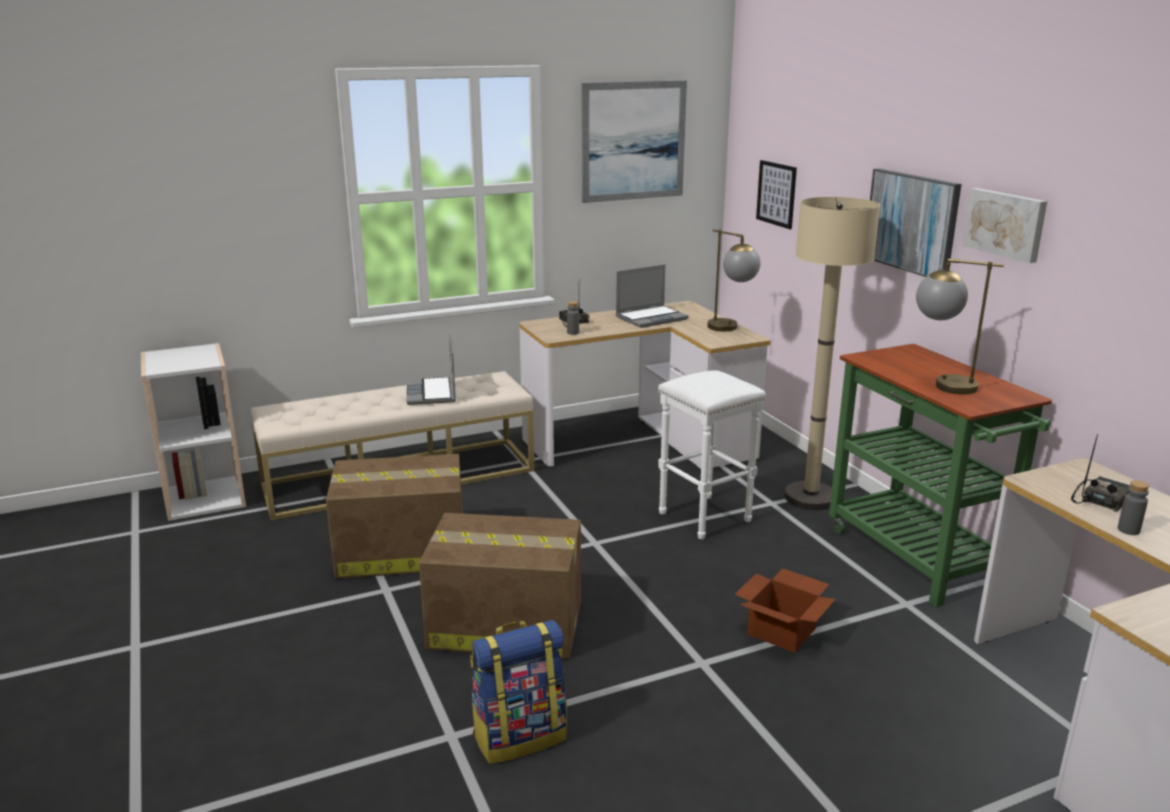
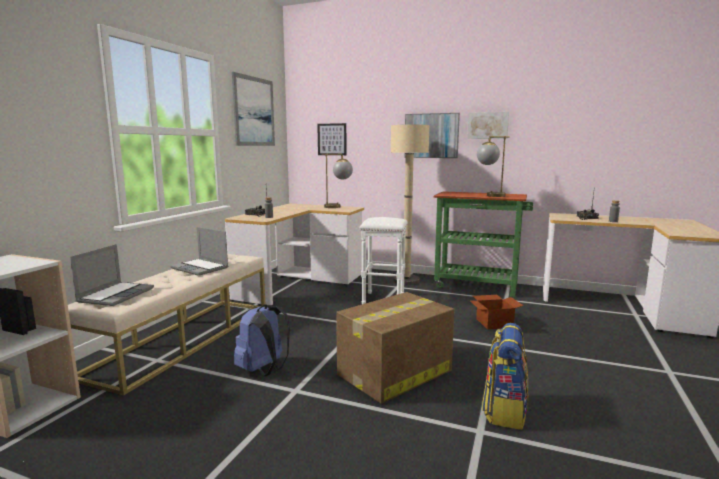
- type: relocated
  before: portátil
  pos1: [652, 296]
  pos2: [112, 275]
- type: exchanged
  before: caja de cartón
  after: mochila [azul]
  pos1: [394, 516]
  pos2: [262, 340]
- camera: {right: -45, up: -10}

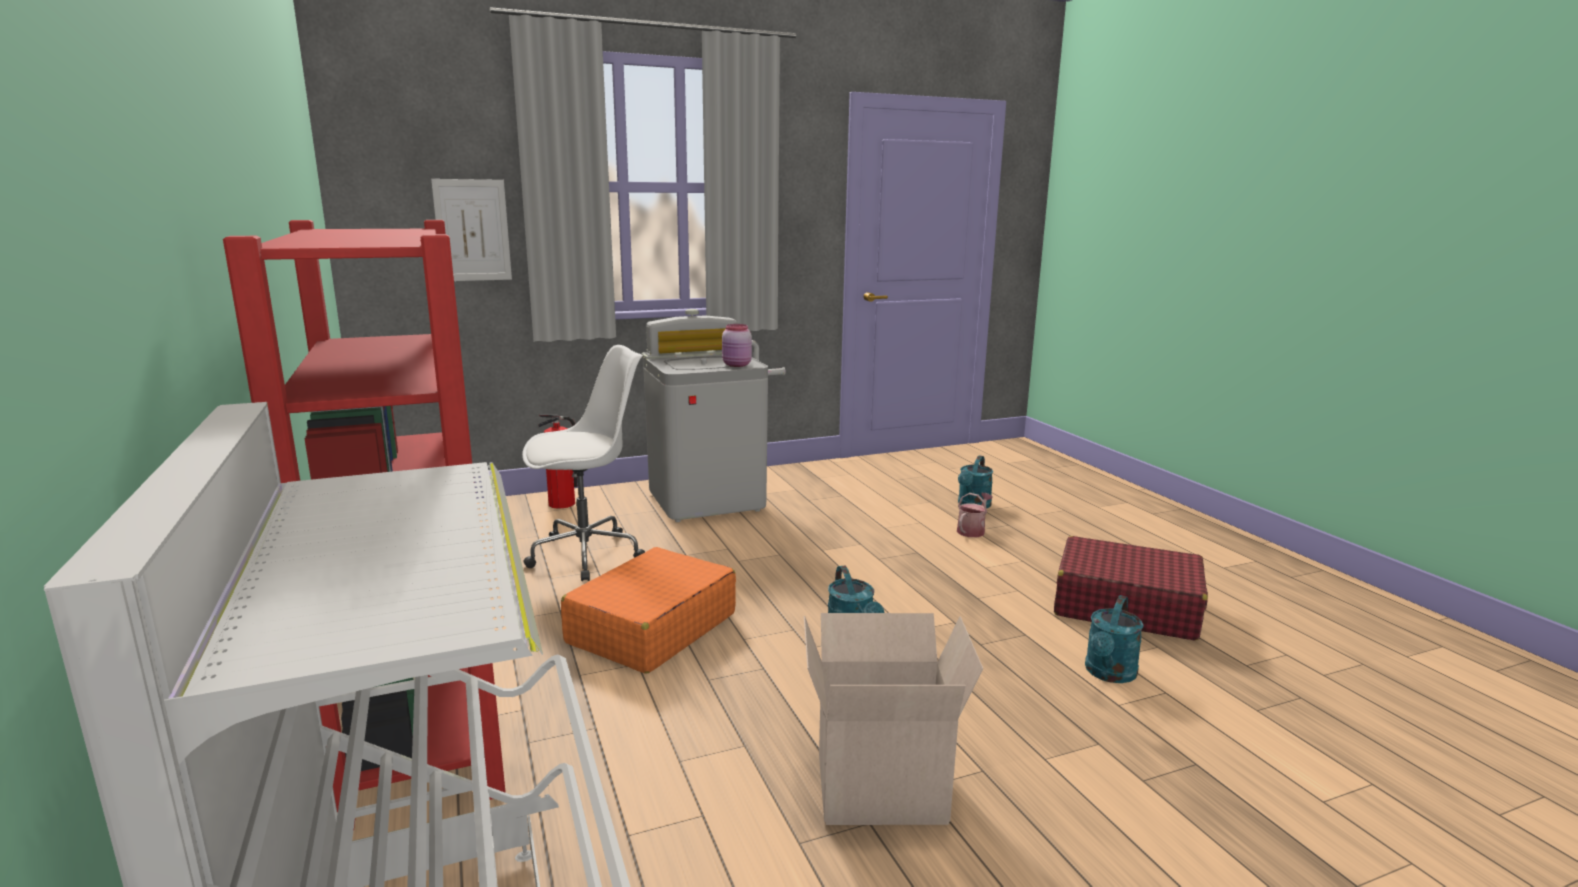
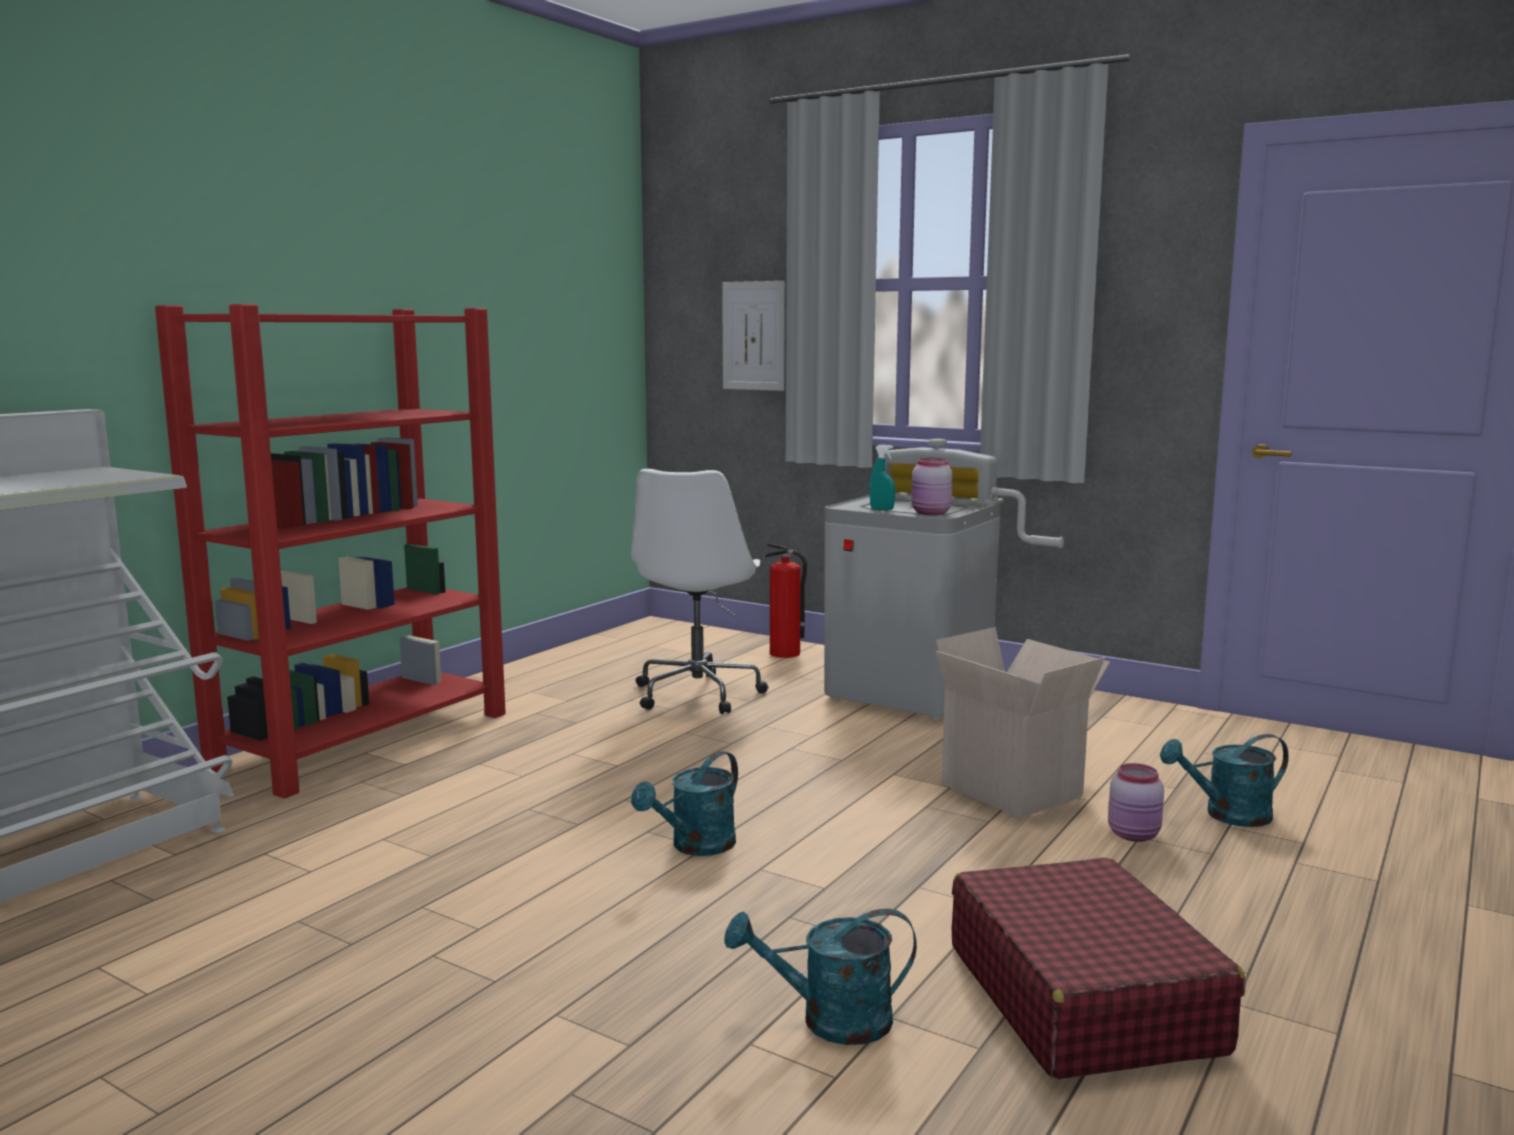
- type: missing
  before: maleta [naranja]
  pos1: [648, 610]
- type: appeared
  after: pulverizador [turquesa]
  pos2: [882, 478]
- type: relocated
  before: caja de cartón
  pos1: [893, 719]
  pos2: [1023, 722]
- type: exchanged
  before: regadera
  after: tarro [rosa]
  pos1: [975, 515]
  pos2: [1136, 802]
- type: spun
  before: silla de oficina [blanco]
  pos1: [583, 463]
  pos2: [699, 591]
  turn: 75
- camera: {right: 55, up: -5}

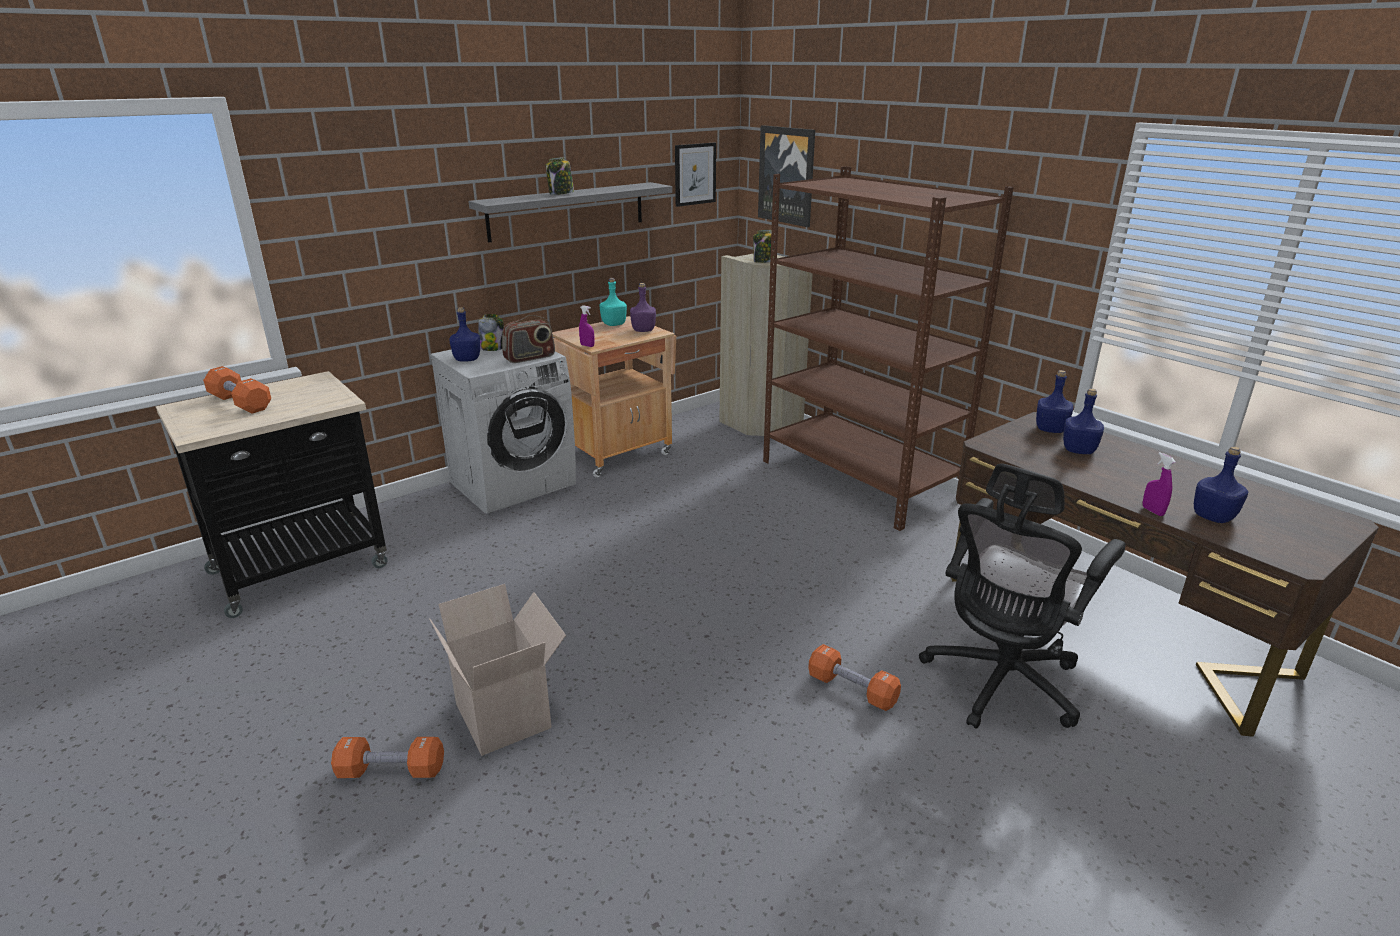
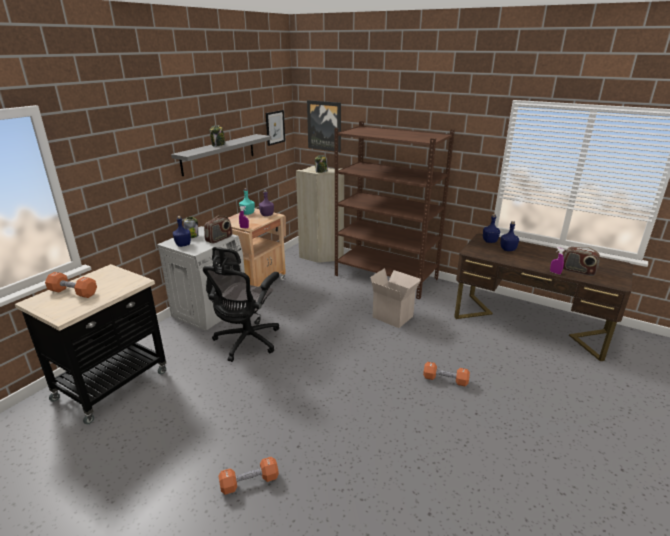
- type: relocated
  before: caja de cartón
  pos1: [498, 670]
  pos2: [395, 298]
- type: relocated
  before: silla de oficina
  pos1: [1022, 596]
  pos2: [241, 304]
- type: exchanged
  before: botella [azul]
  after: radio
  pos1: [1221, 485]
  pos2: [581, 261]
- camera: {right: -20, up: 0}

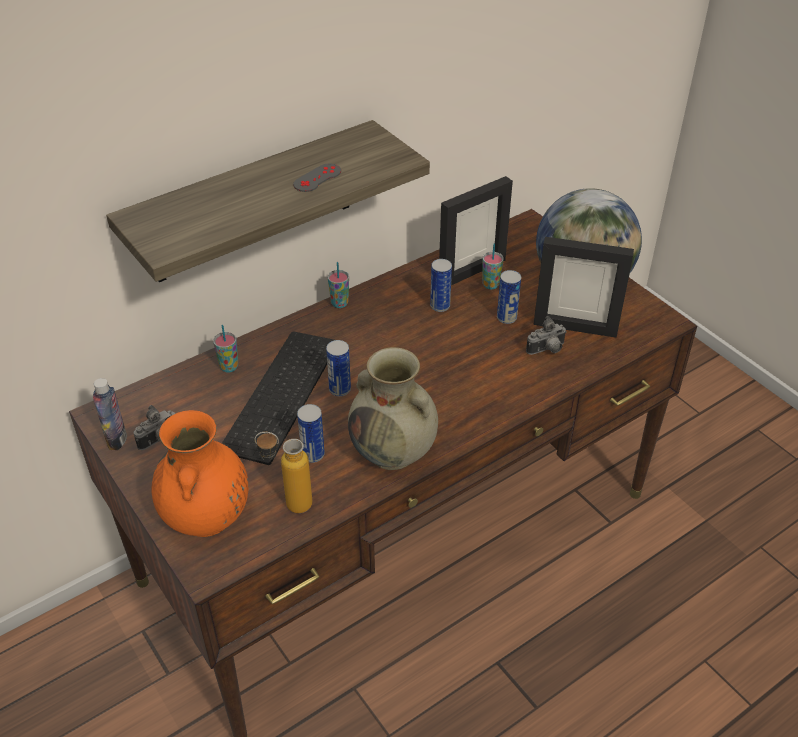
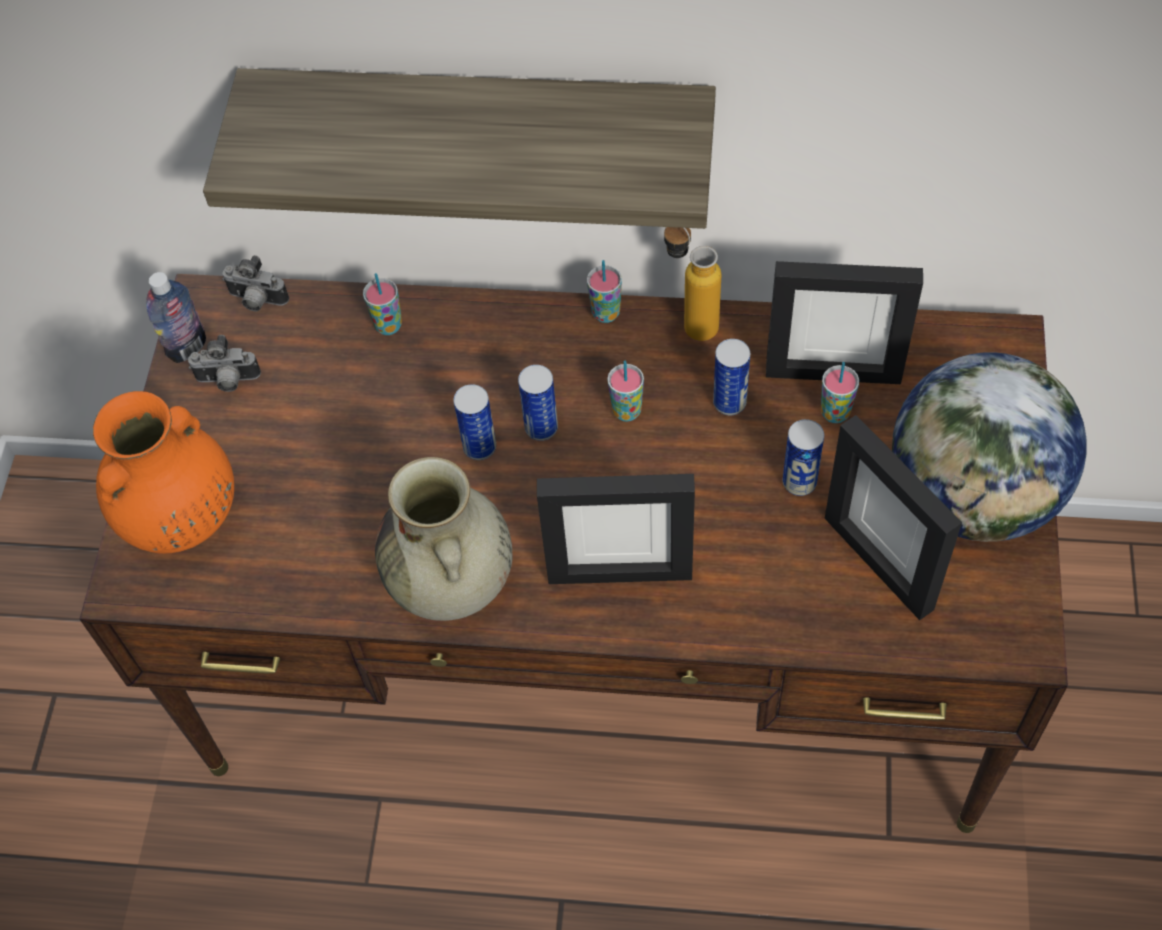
- type: missing
  before: teclado
  pos1: [278, 398]
- type: missing
  before: mando de consola [gris]
  pos1: [317, 177]
- type: appeared
  after: portarretratos
  pos2: [616, 529]
- type: appeared
  after: taza
  pos2: [625, 391]
- type: relocated
  before: botella
  pos1: [283, 472]
  pos2: [692, 284]
- type: relocated
  before: lata
  pos1: [311, 433]
  pos2: [538, 403]
- type: relocated
  before: cámara
  pos1: [546, 335]
  pos2: [255, 283]
- camera: {right: 45, up: 15}

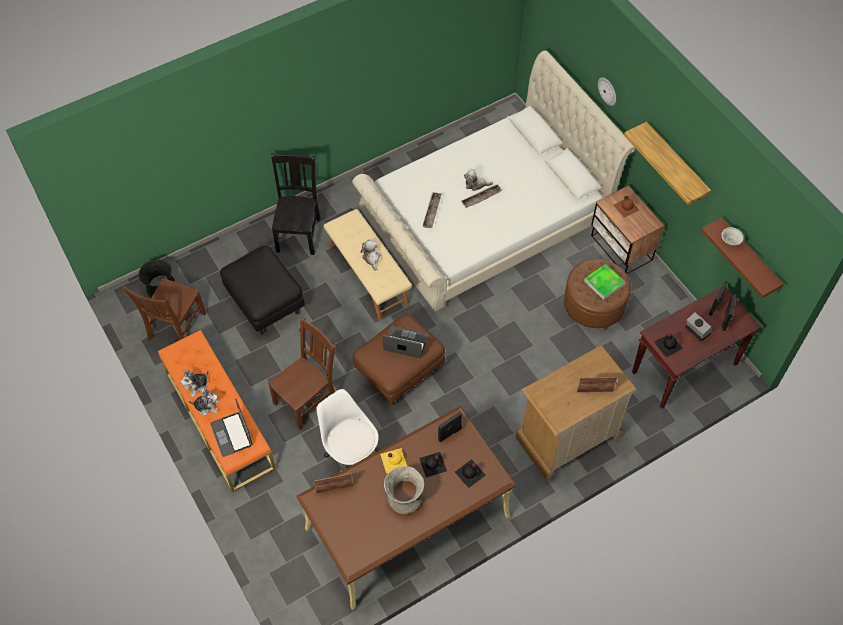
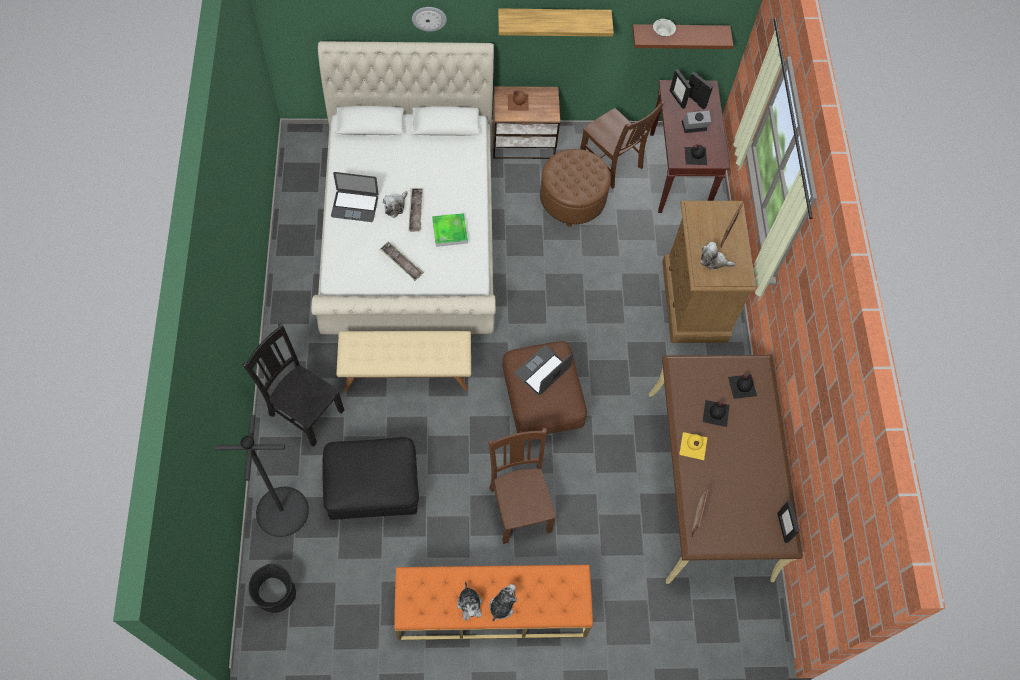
- type: missing
  before: silla de oficina [blanco]
  pos1: [348, 430]
- type: missing
  before: florero [gris]
  pos1: [404, 490]
- type: appeared
  after: perchero [negro]
  pos2: [262, 476]
- type: relocated
  before: silla [marrón]
  pos1: [164, 310]
  pos2: [622, 145]
- type: relocated
  before: portátil
  pos1: [231, 427]
  pos2: [355, 197]
- type: relocated
  before: peluche
  pos1: [370, 255]
  pos2: [718, 256]
- type: relocated
  before: portarretratos
  pos1: [450, 427]
  pos2: [788, 522]
- type: relocated
  before: bandeja
  pos1: [604, 282]
  pos2: [450, 230]
- camera: {right: -65, up: 5}

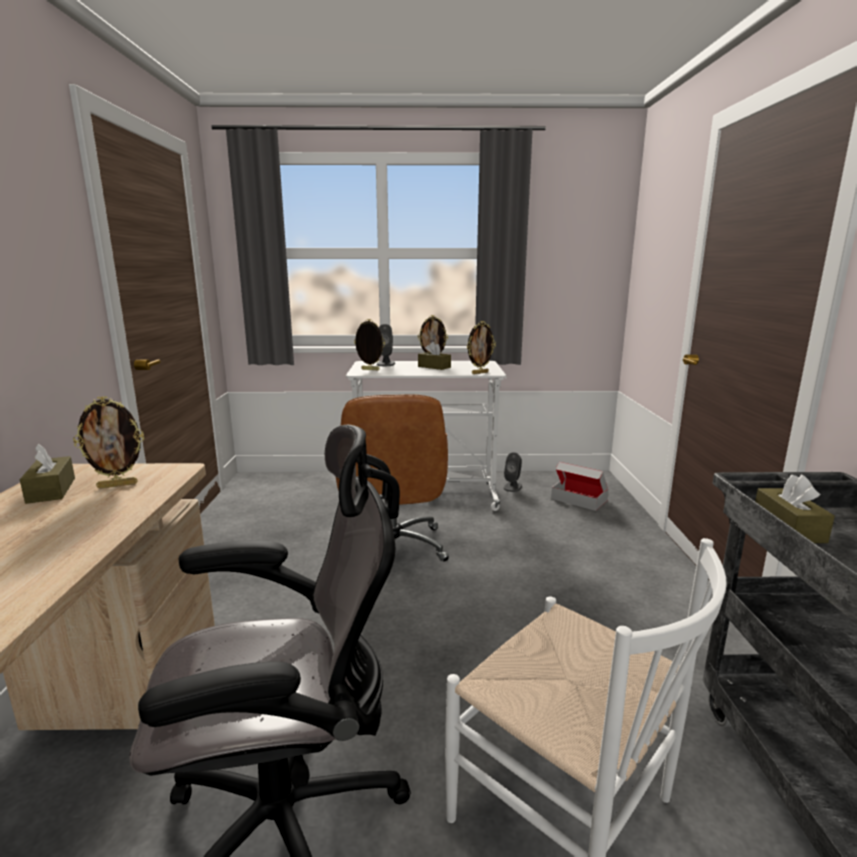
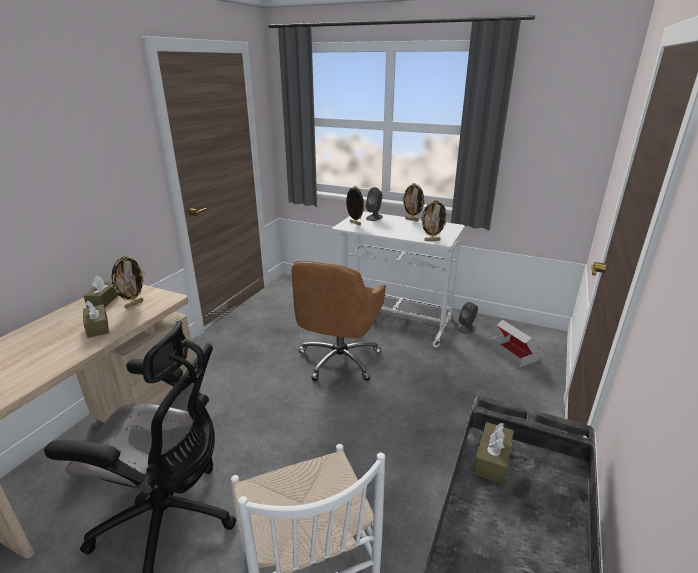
- type: relocated
  before: caja de pañuelos [marrón]
  pos1: [434, 356]
  pos2: [96, 319]
- type: spun
  before: portarretratos
  pos1: [108, 442]
  pos2: [128, 282]
  turn: -60
- camera: {right: 25, up: 10}

